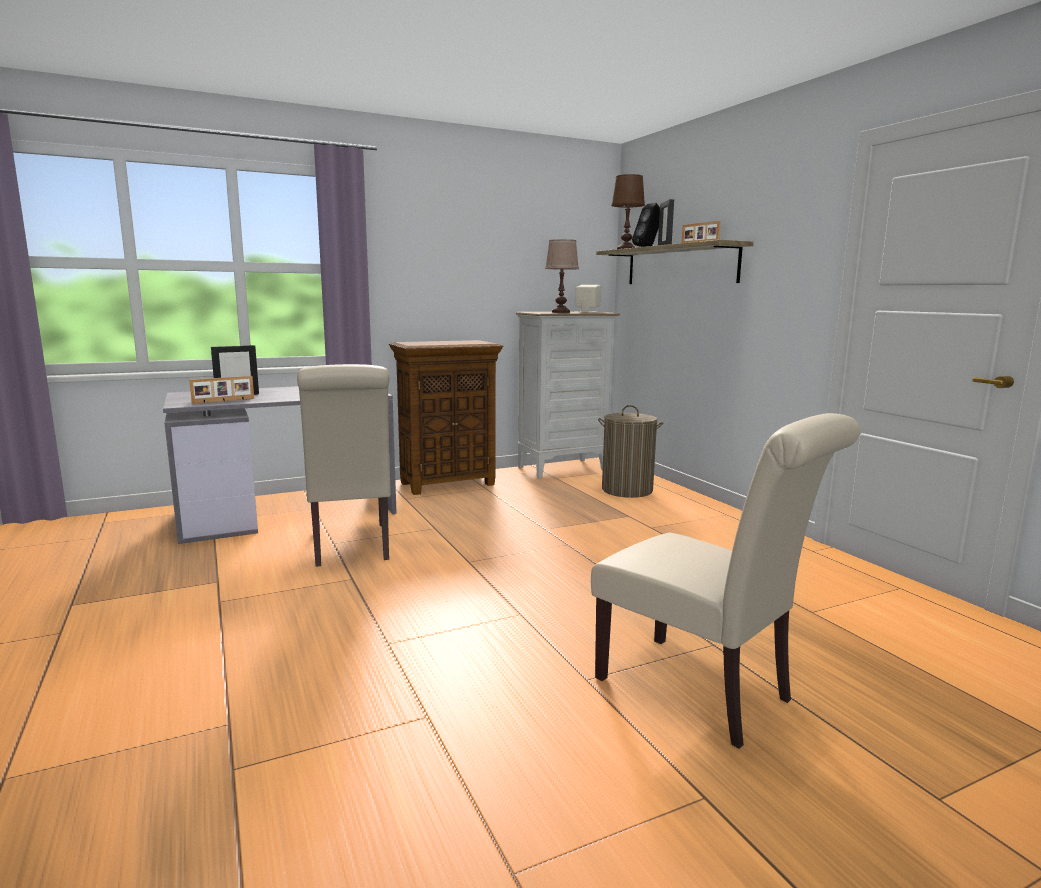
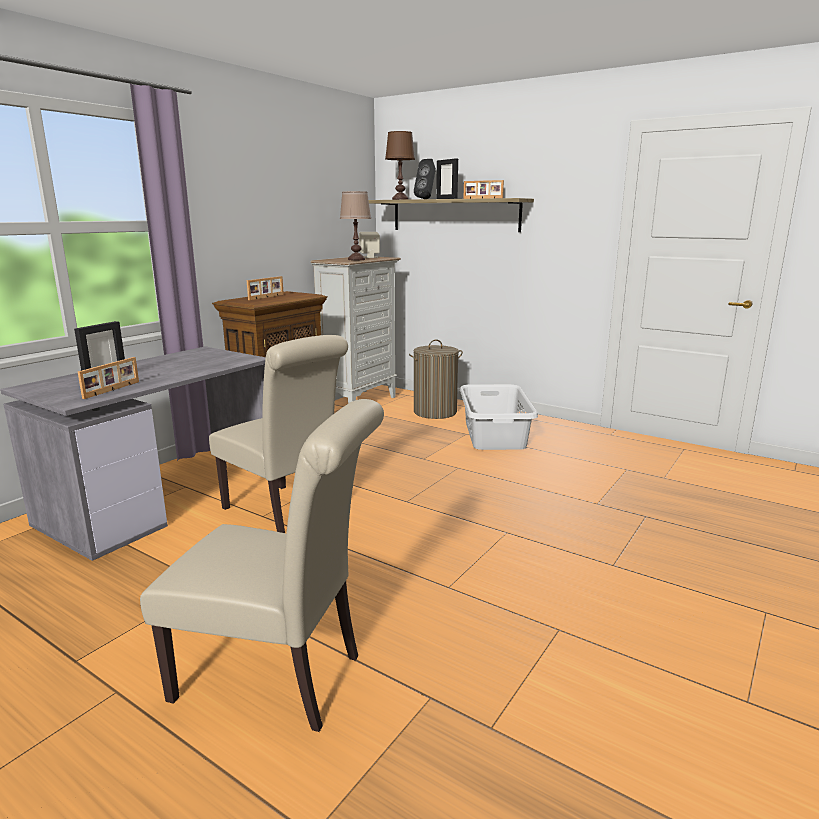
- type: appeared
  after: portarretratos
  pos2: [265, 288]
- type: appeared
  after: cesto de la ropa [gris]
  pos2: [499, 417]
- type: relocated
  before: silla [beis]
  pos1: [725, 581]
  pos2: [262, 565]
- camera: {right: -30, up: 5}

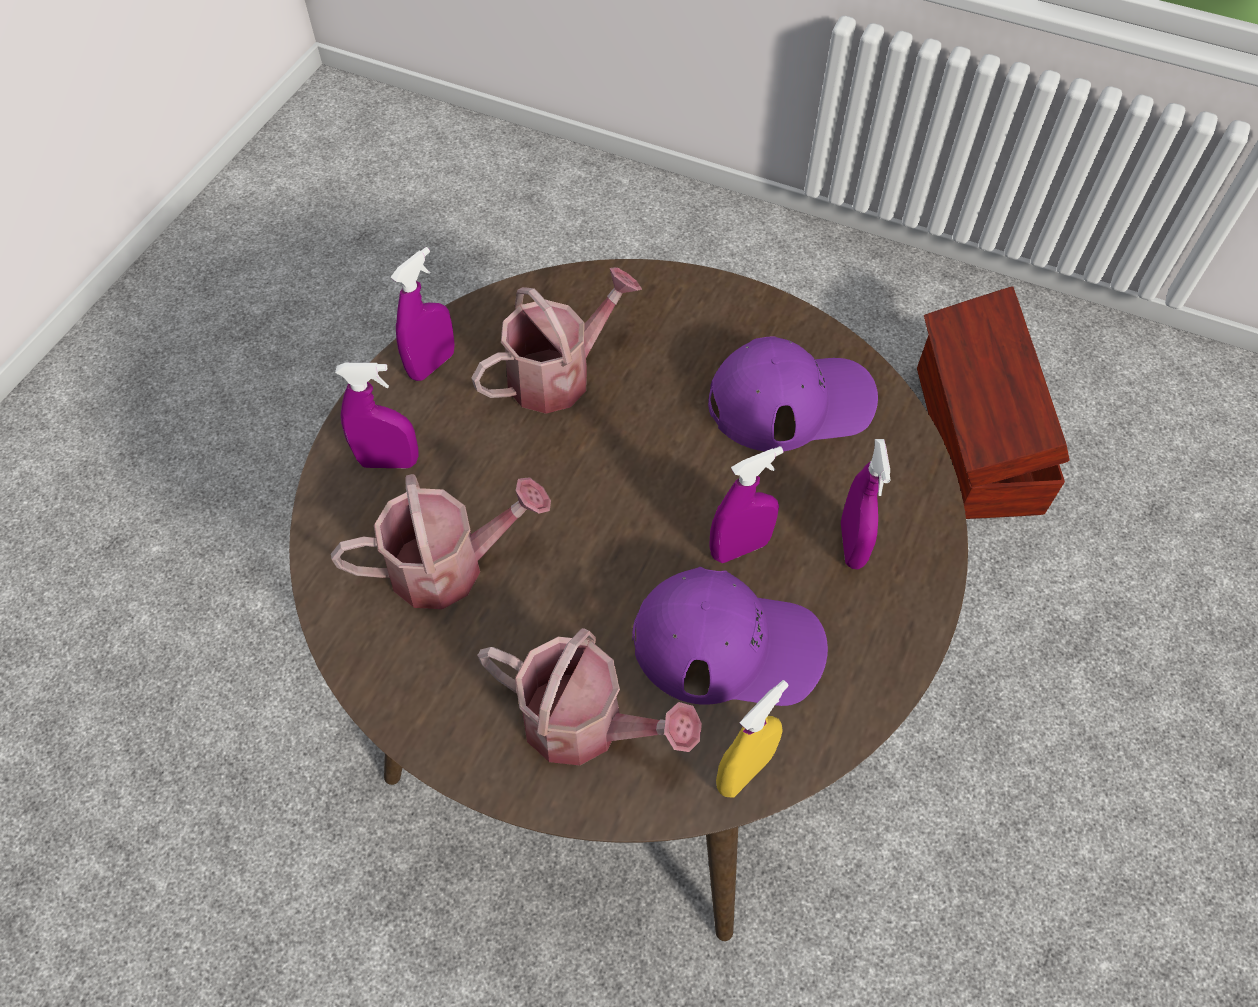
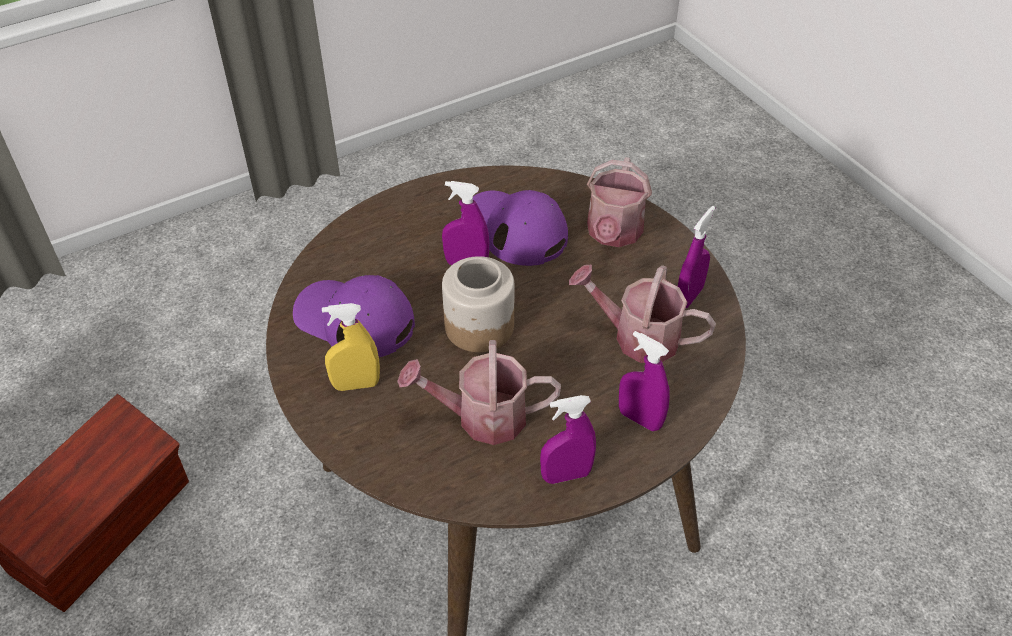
- type: appeared
  after: tarro
  pos2: [478, 304]
- type: relocated
  before: pulverizador [amarillo]
  pos1: [752, 739]
  pos2: [351, 347]
- type: relocated
  before: pulverizador [morado]
  pos1: [865, 504]
  pos2: [696, 257]
- type: spun
  before: regadera
  pos1: [589, 696]
  pos2: [619, 202]
  turn: -135
- camera: {right: -145, up: -10}

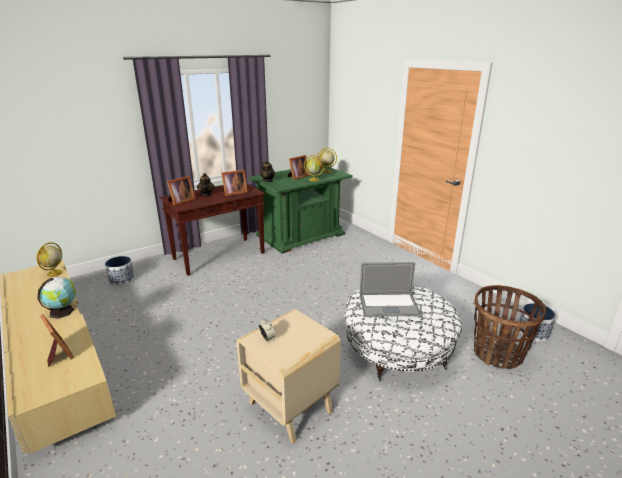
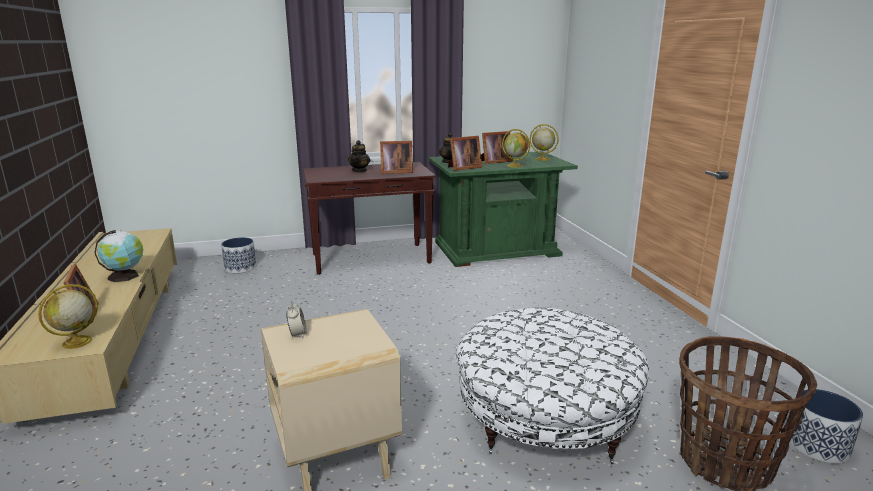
- type: missing
  before: portátil
  pos1: [390, 289]
- type: relocated
  before: globo terráqueo
  pos1: [49, 259]
  pos2: [68, 316]
- type: relocated
  before: portarretratos
  pos1: [181, 190]
  pos2: [465, 153]
- camera: {right: 20, up: -5}

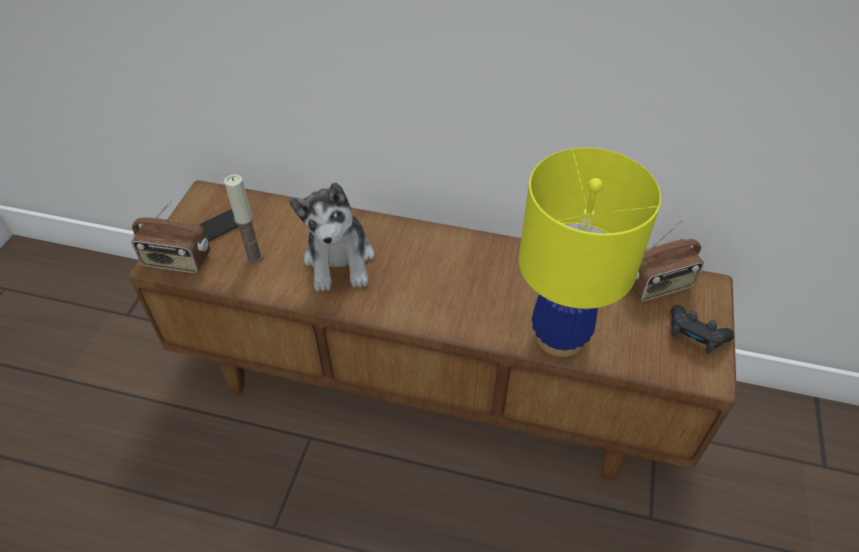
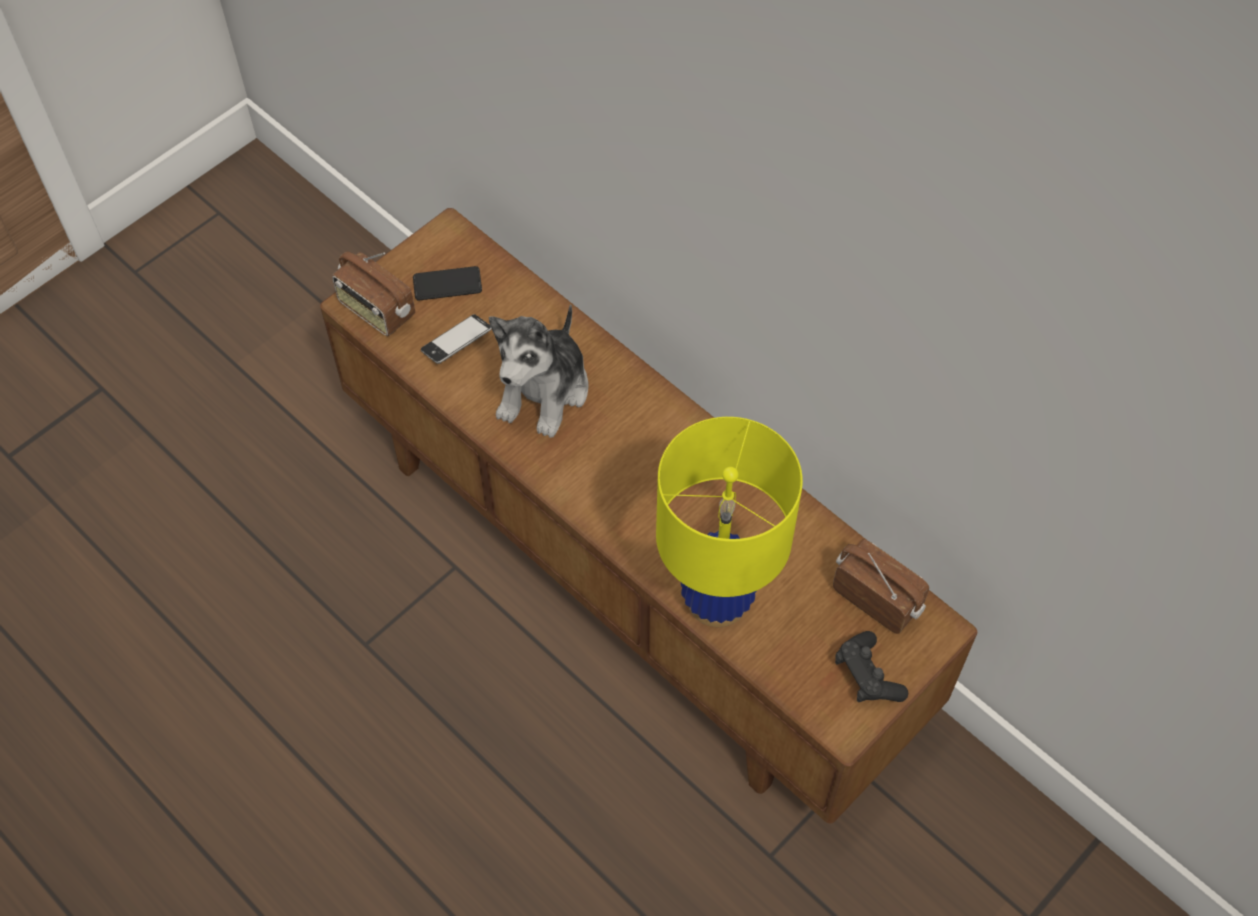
- type: exchanged
  before: vela
  after: móvil
  pos1: [243, 218]
  pos2: [456, 339]
- type: spun
  before: radio
  pos1: [667, 261]
  pos2: [881, 586]
  turn: -150
- camera: {right: 30, up: 10}

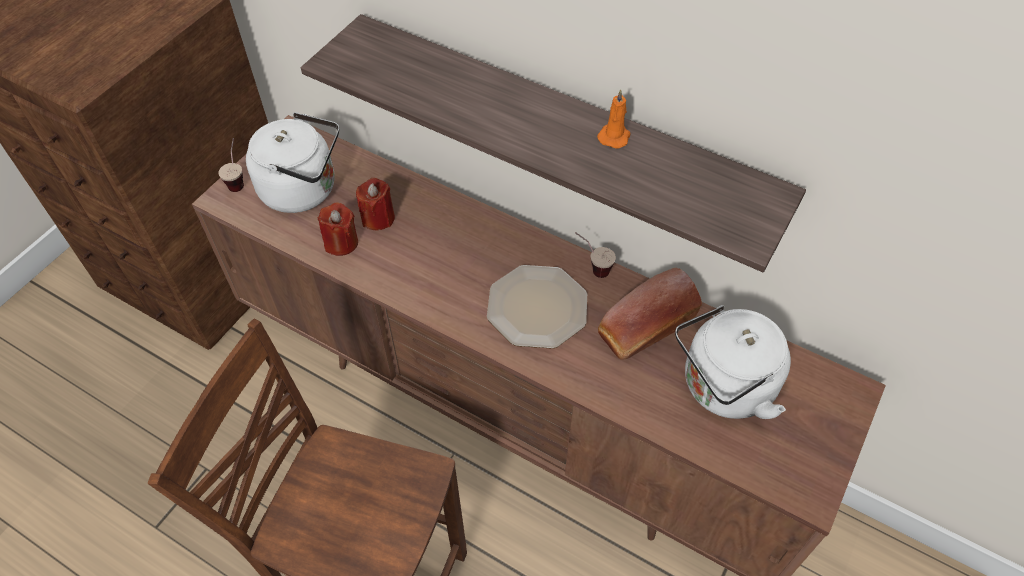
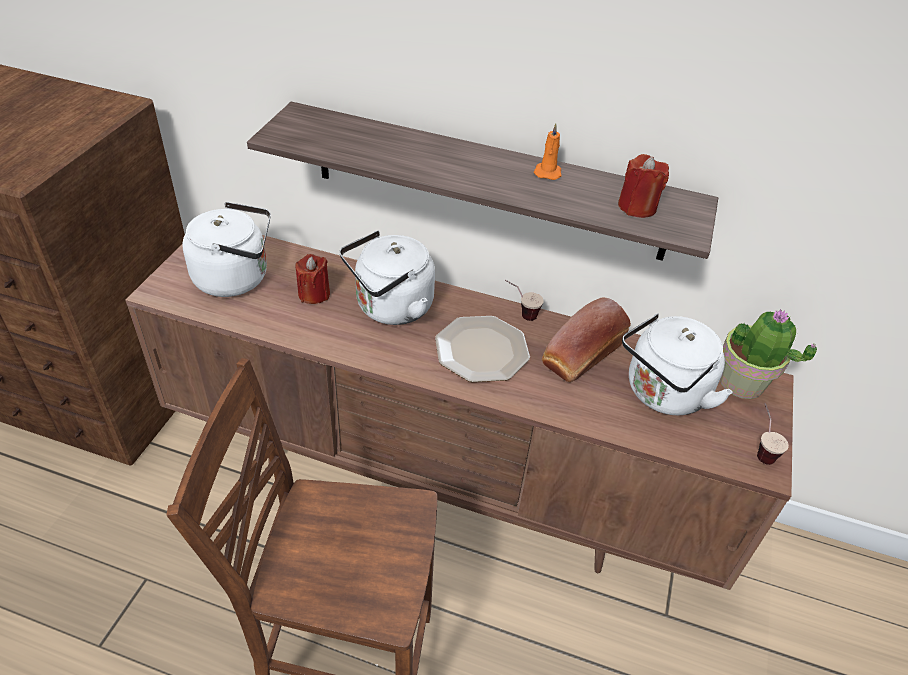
- type: appeared
  after: hervidor [blanco]
  pos2: [387, 278]
- type: appeared
  after: planta en maceta
  pos2: [768, 354]
- type: relocated
  before: taza
  pos1: [231, 165]
  pos2: [773, 434]
- type: relocated
  before: vela [rojo]
  pos1: [337, 229]
  pos2: [643, 186]
- camera: {right: -15, up: -10}

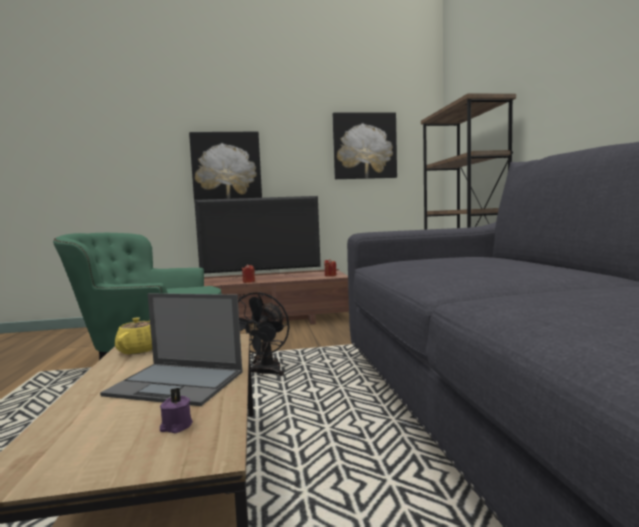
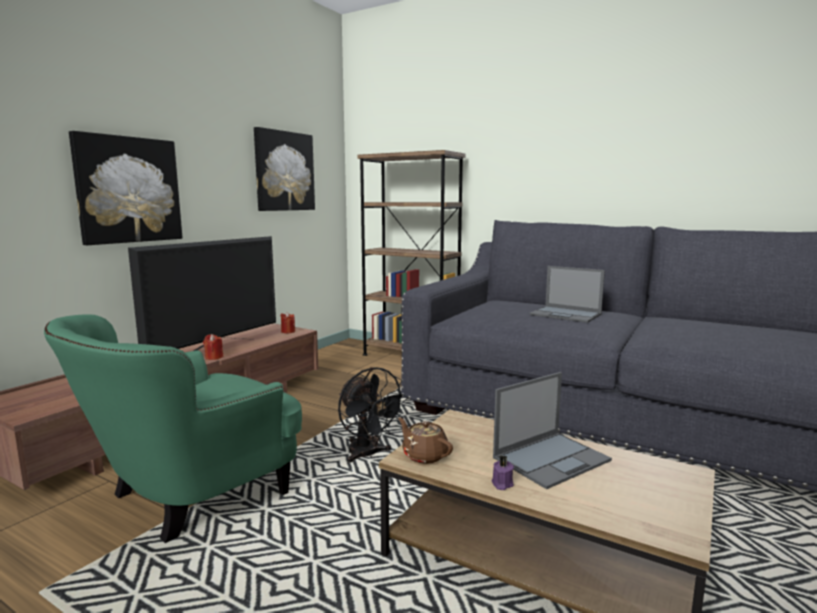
- type: appeared
  after: portátil
  pos2: [567, 294]
- type: relocated
  before: vela [morado]
  pos1: [176, 410]
  pos2: [502, 473]
- type: colour
  before: tetera [amarillo]
  after: tetera [marrón]
  pos1: [133, 335]
  pos2: [425, 441]
- camera: {right: -50, up: 5}

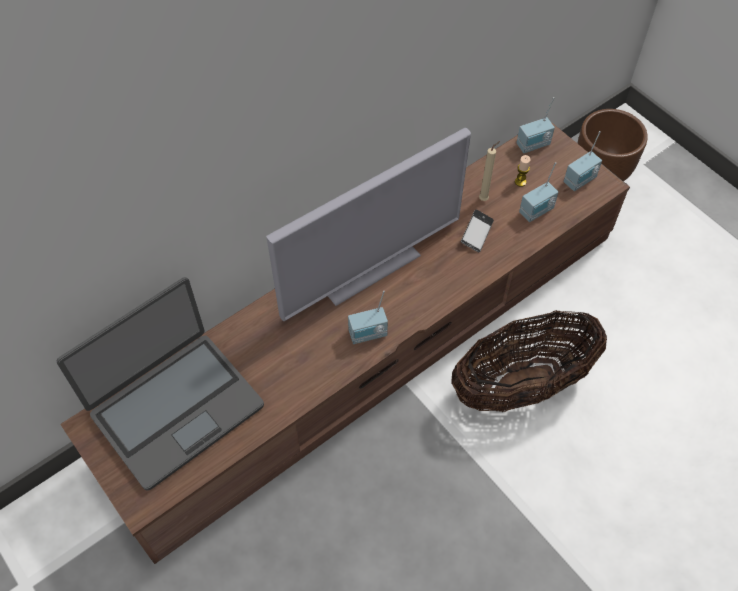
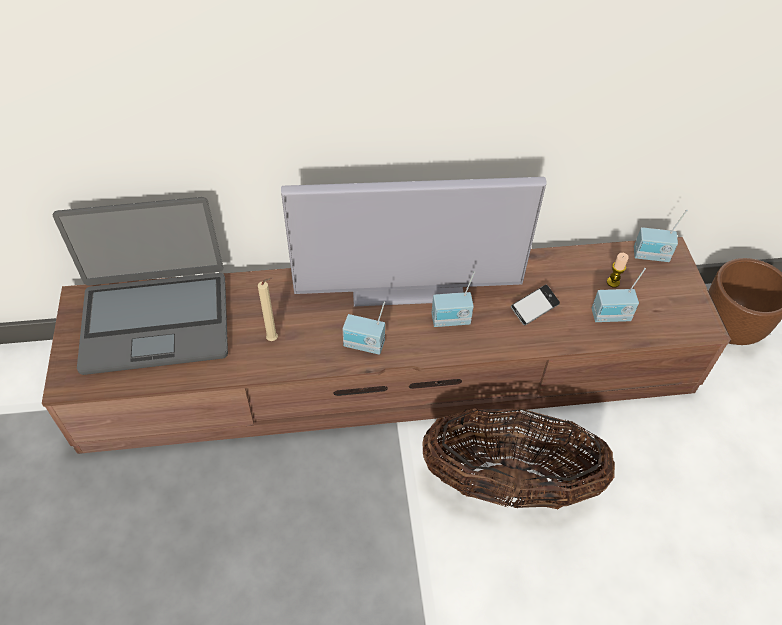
- type: relocated
  before: vela [beis]
  pos1: [489, 171]
  pos2: [268, 309]
- type: relocated
  before: radio
  pos1: [583, 161]
  pos2: [453, 299]
- camera: {right: 30, up: -5}

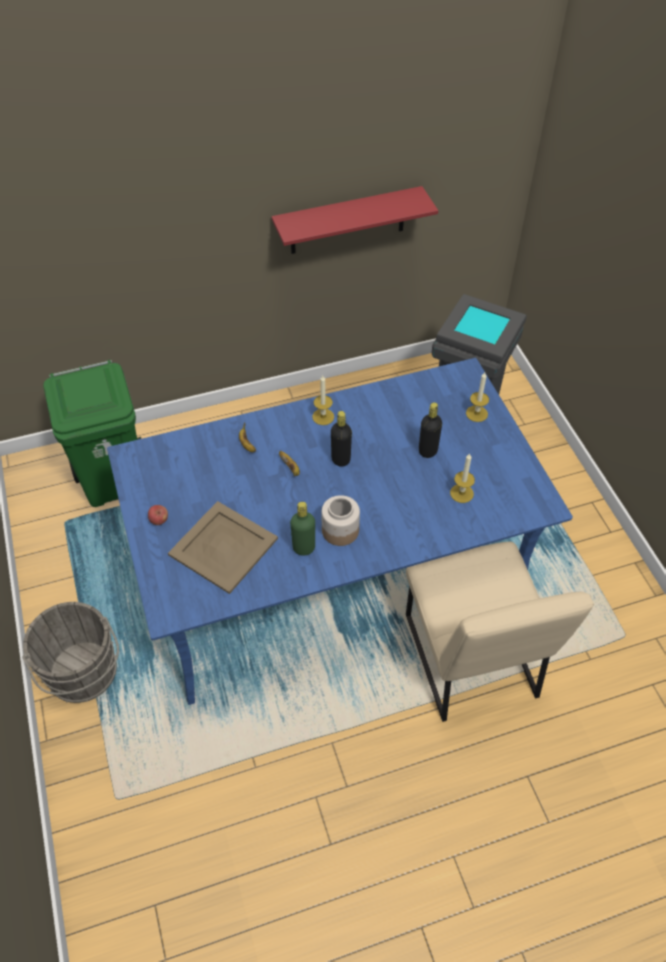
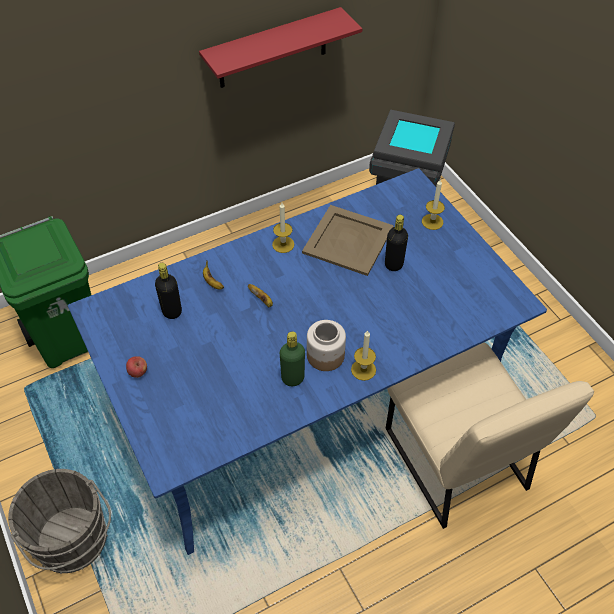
- type: relocated
  before: bandeja [beis]
  pos1: [223, 547]
  pos2: [348, 240]
- type: relocated
  before: botella [negro]
  pos1: [341, 439]
  pos2: [168, 291]
- type: relocated
  before: vela
  pos1: [462, 478]
  pos2: [363, 355]
- camera: {right: -10, up: 0}

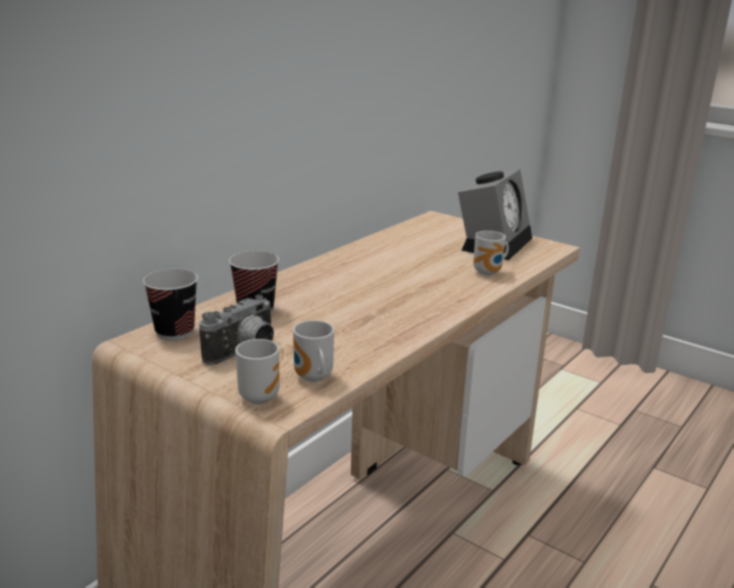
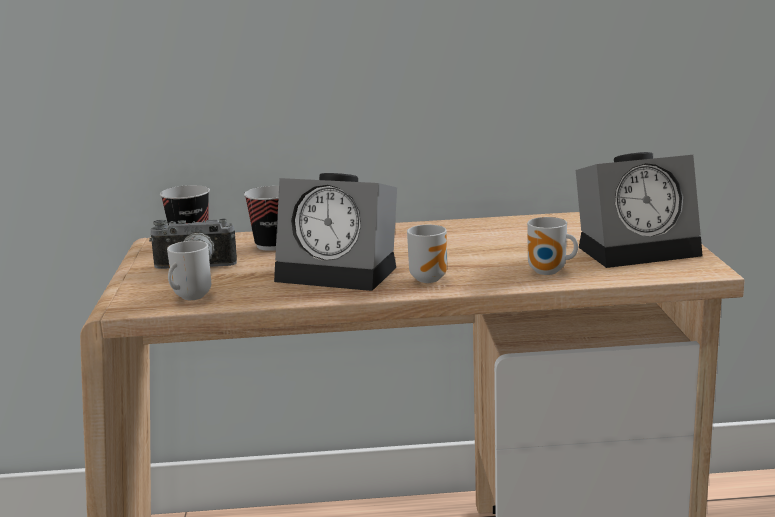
- type: appeared
  after: despertador
  pos2: [335, 232]
- type: relocated
  before: taza grande
  pos1: [257, 371]
  pos2: [427, 254]
- camera: {right: 50, up: -5}

